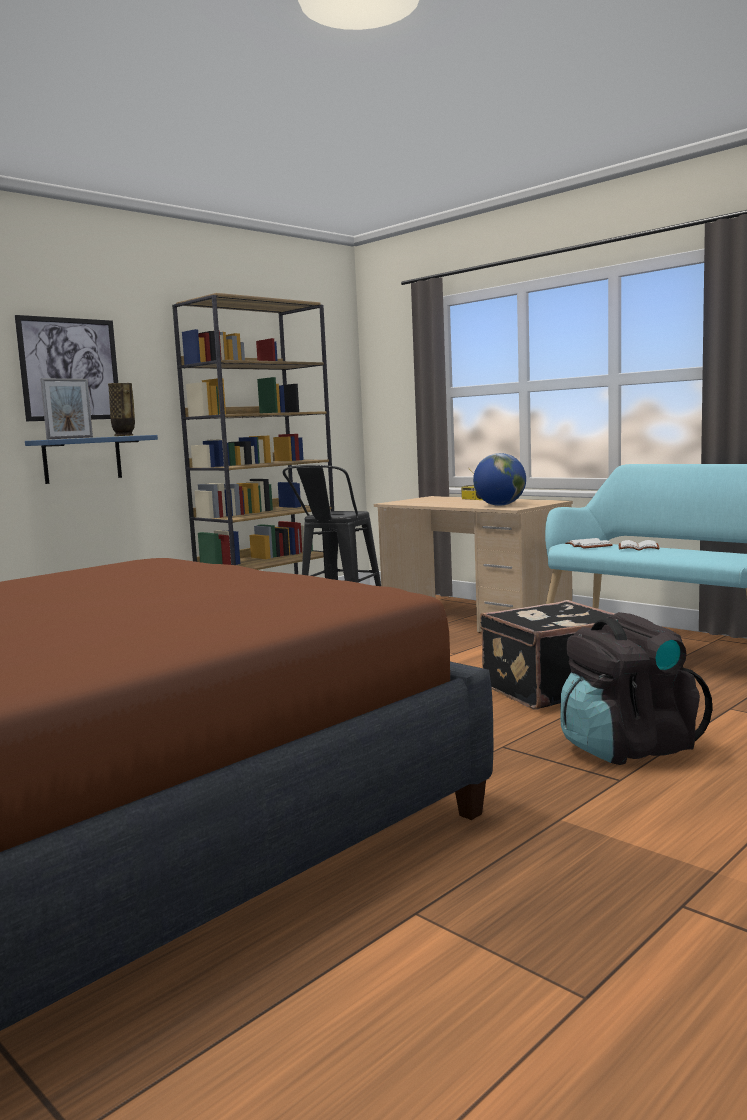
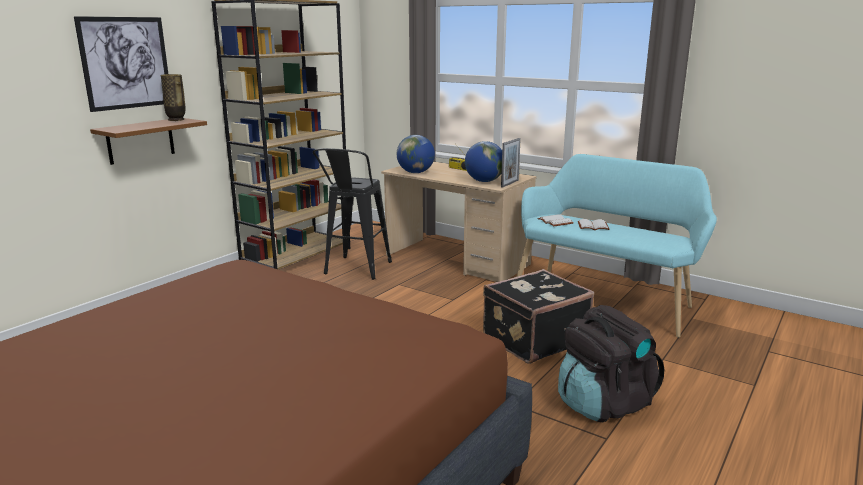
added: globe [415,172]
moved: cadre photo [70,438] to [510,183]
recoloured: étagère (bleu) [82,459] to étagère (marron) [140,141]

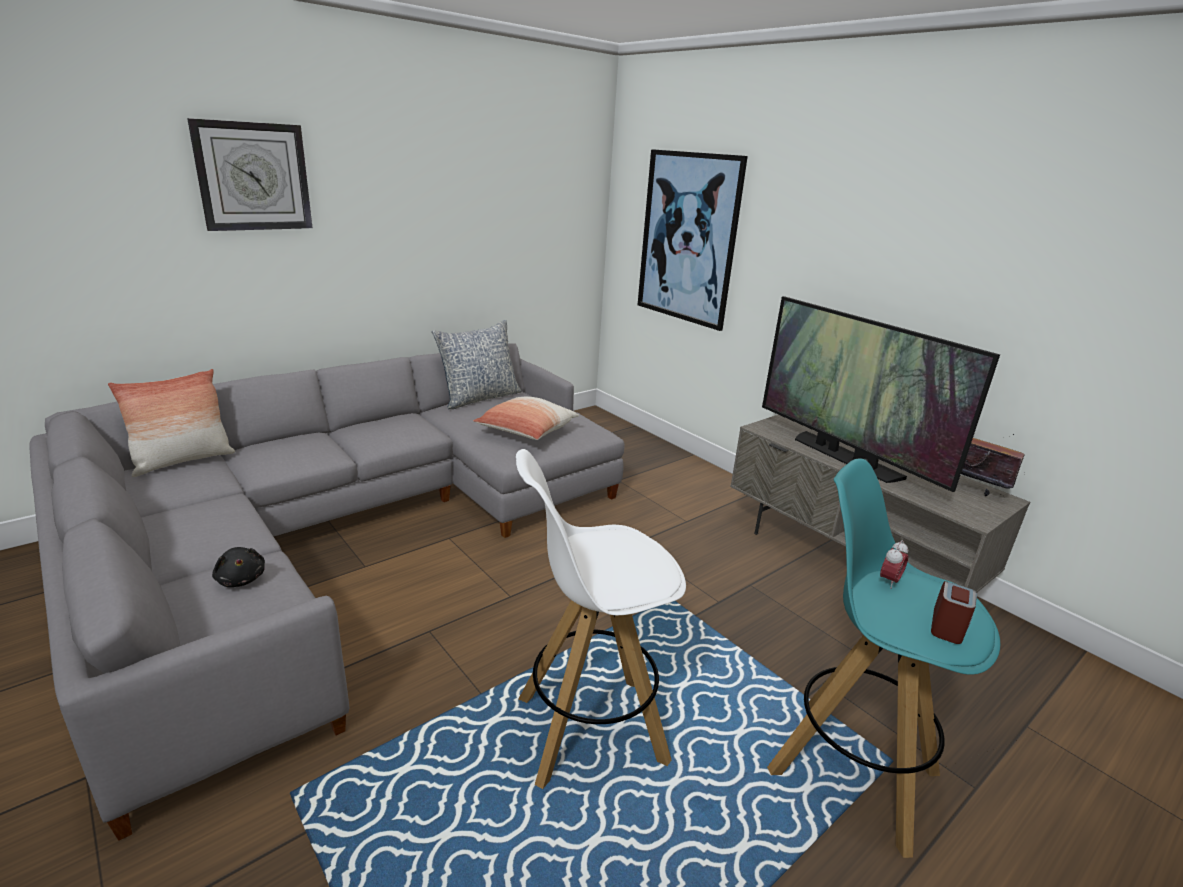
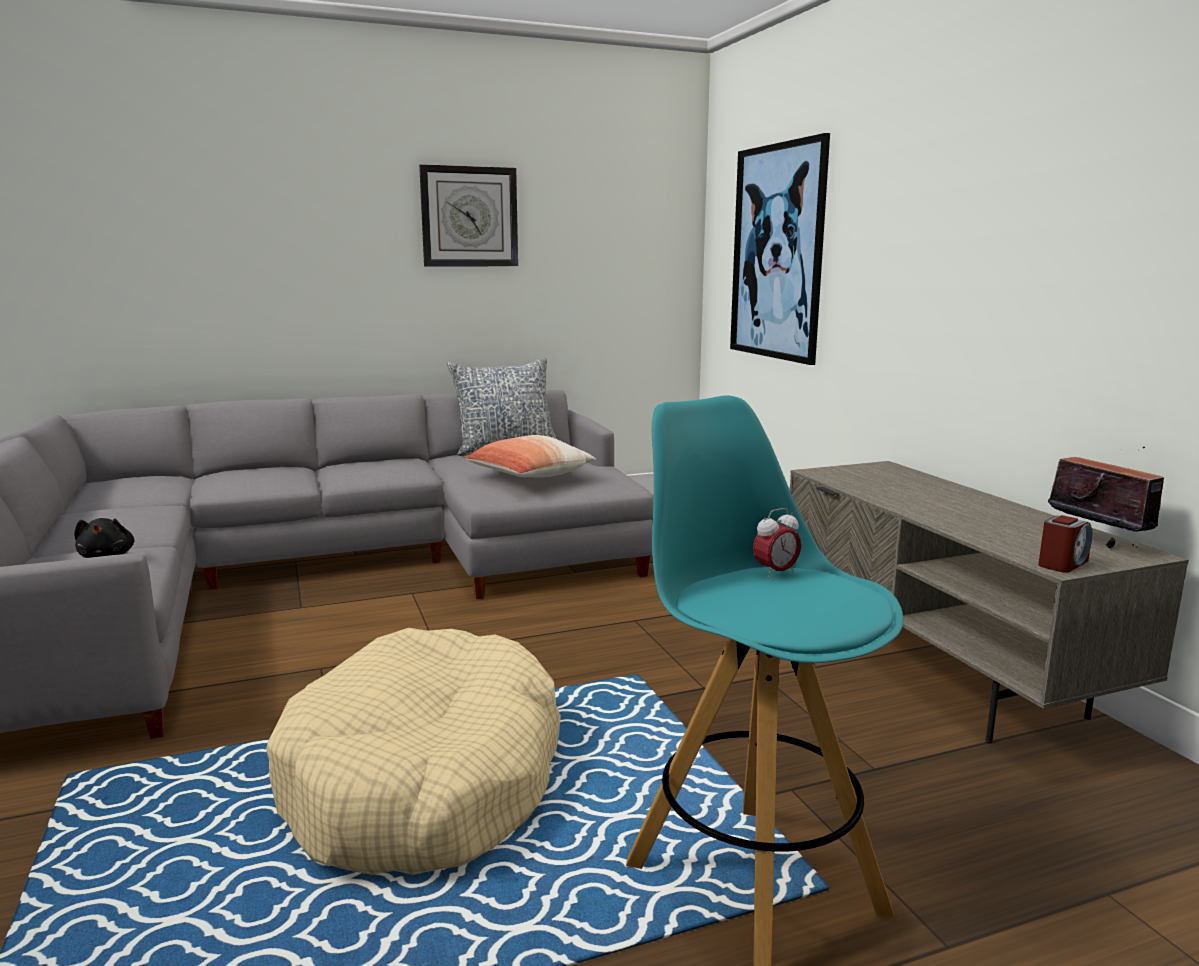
removed: coussin [183,461]; téléviseur [845,457]
moved: horloge murale [253,177] to [469,217]; réveil [948,626] to [1062,563]
replaced: tabouret (blanc) [588,730] to panier pour chien (beige) [425,781]

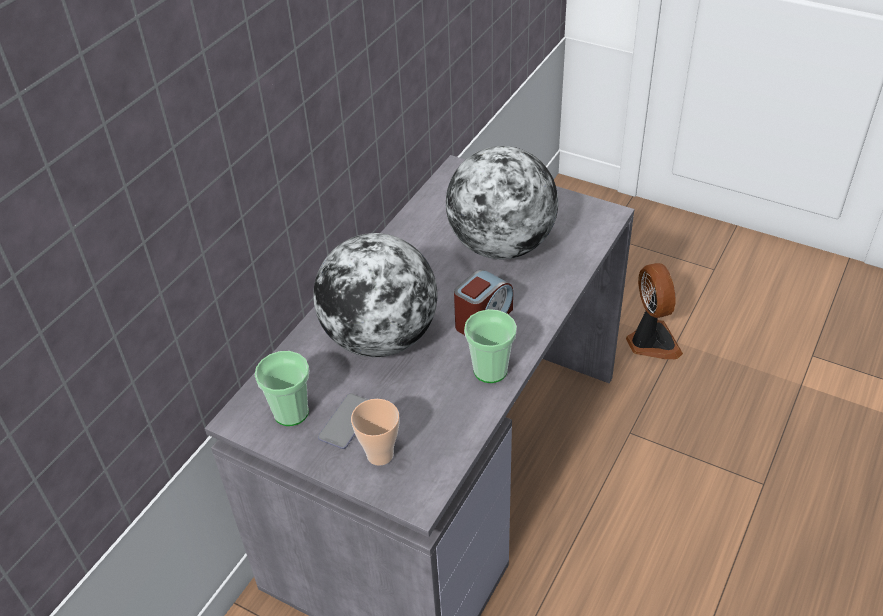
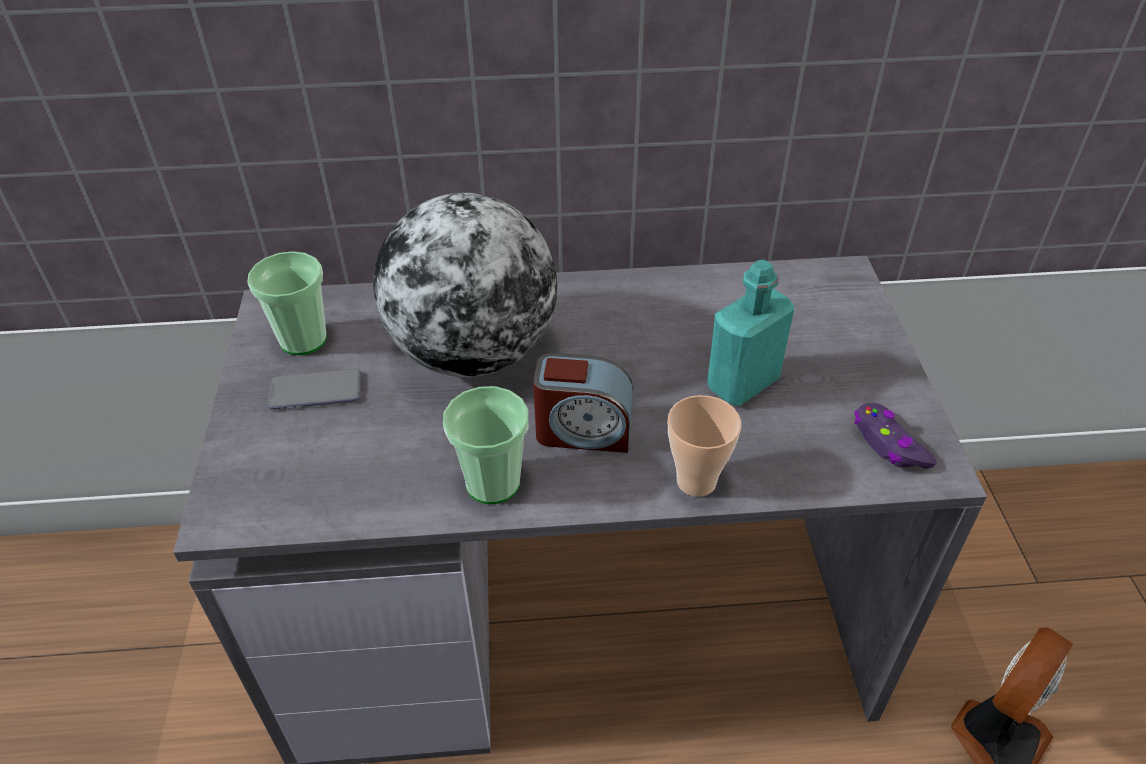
added: manette (violet) [888,444]
moved: tasse [380,454] to [696,481]
replaced: globe [501,246] to bouteille (turquoise) [742,383]

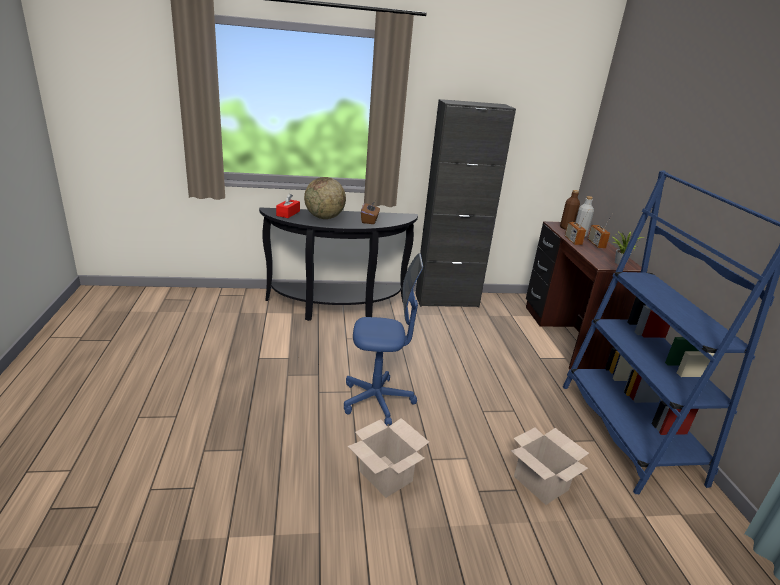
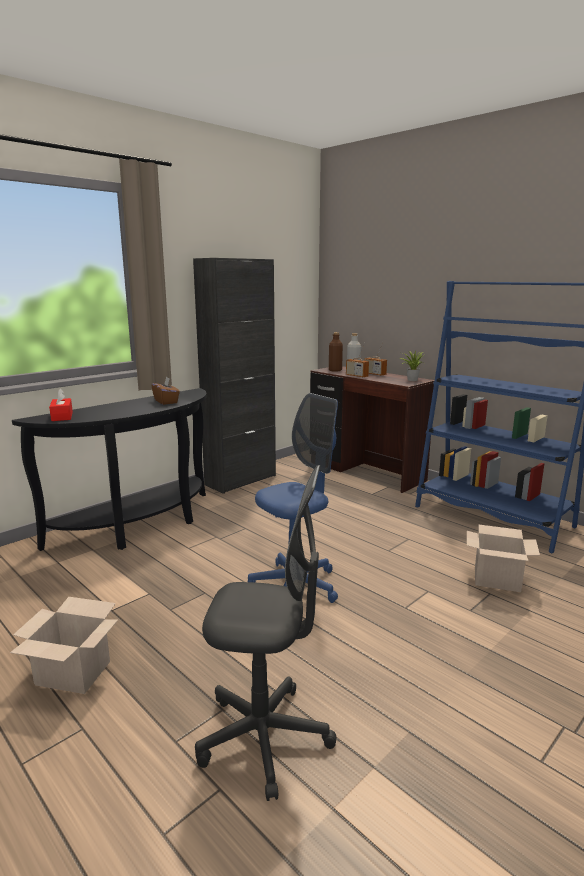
removed: globe [324,217]
added: chaise de bureau (gris) [264,737]
moved: carton [384,475] to [71,674]

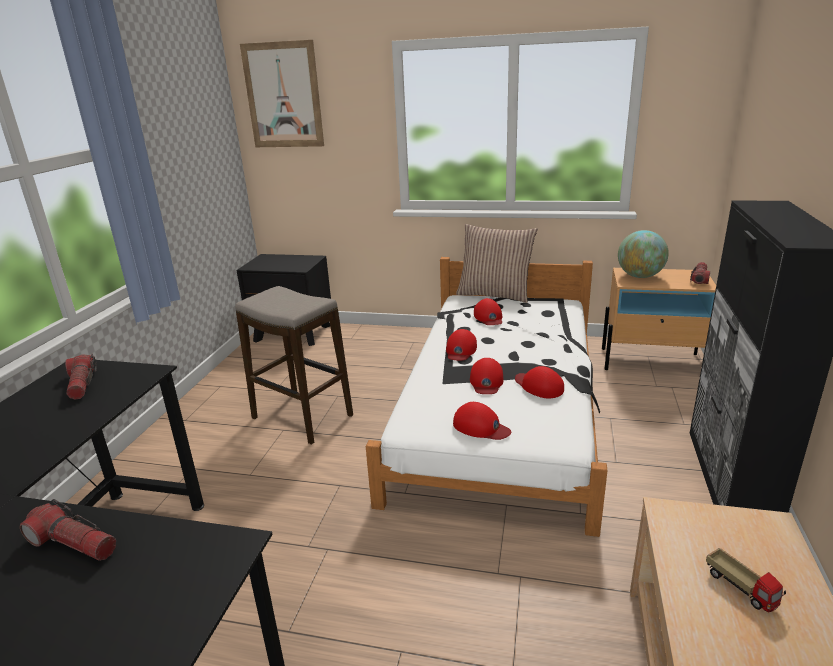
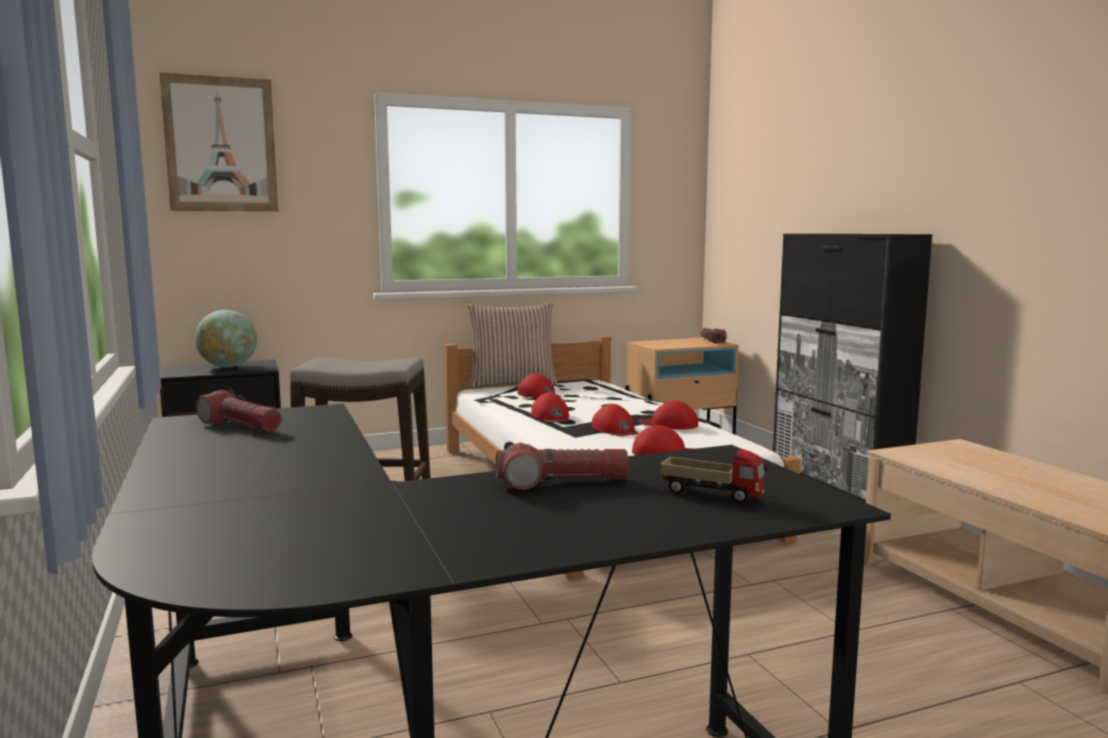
moved: globe [640,276] to [228,367]; camion jouet [741,588] to [712,494]

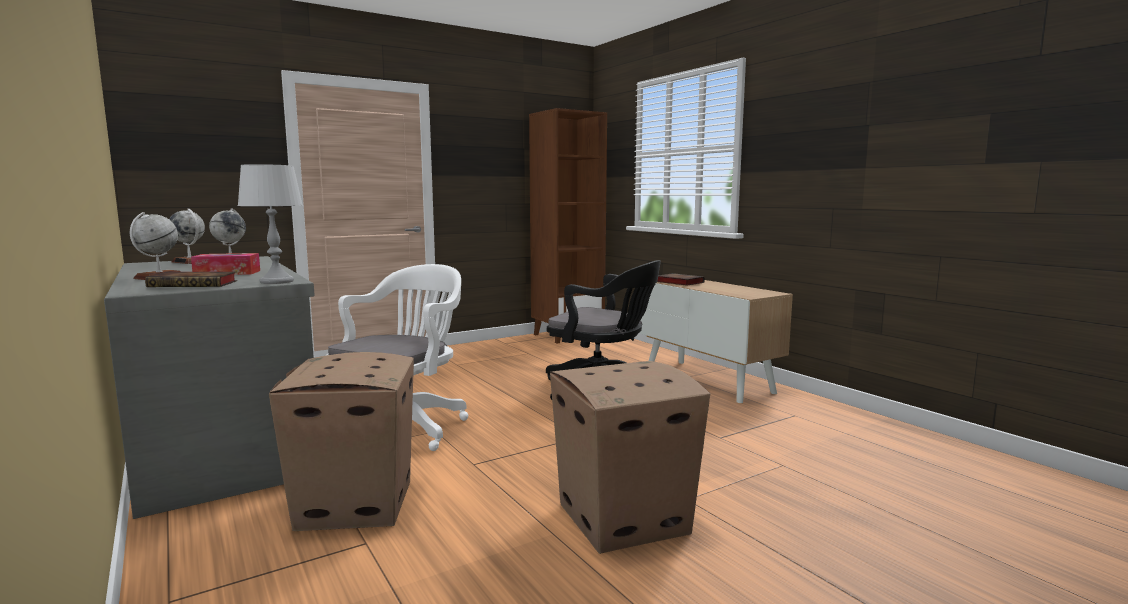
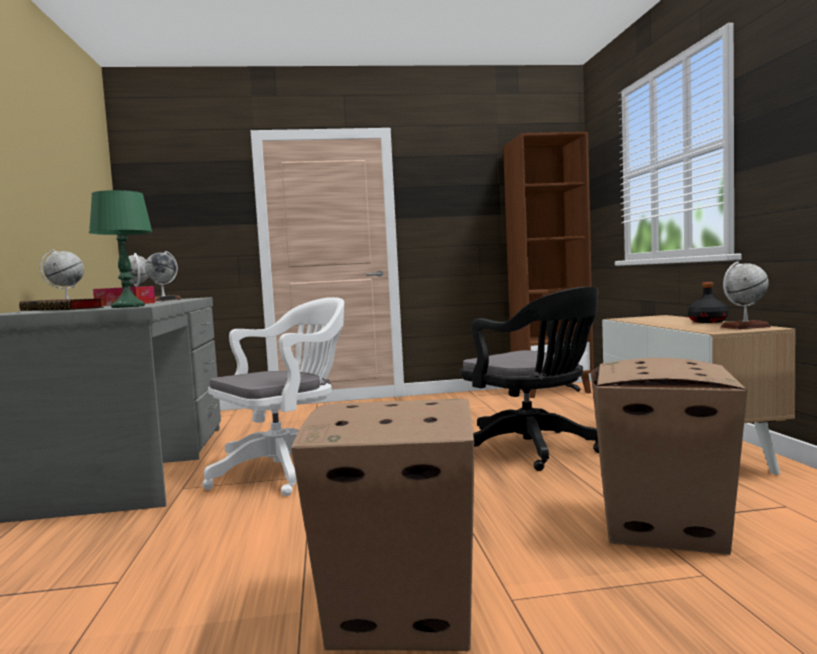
removed: livre [678,282]
added: bouteille (noir) [708,321]; globe [745,327]
moved: carton [355,505] to [664,527]
recoloured: lampe de table (gris) [276,281] to lampe de table (vert) [127,306]

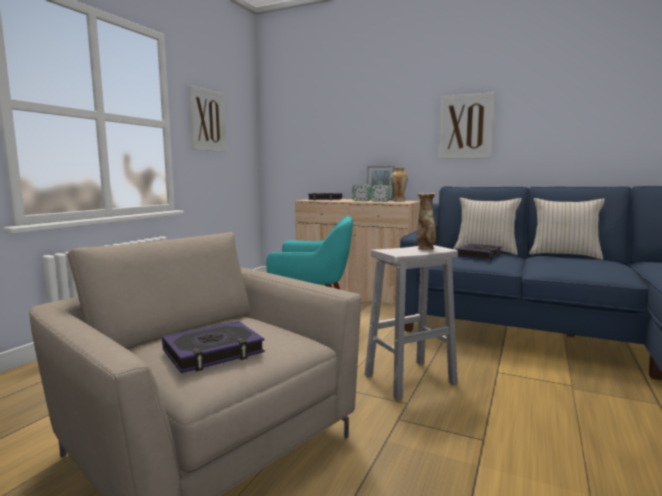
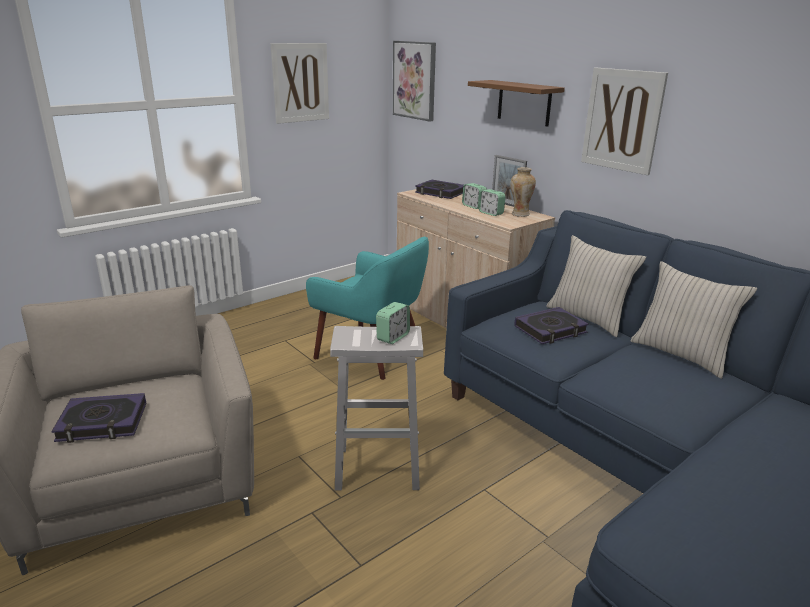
added: tableau [414,80]; étagère (marron) [524,103]
replaced: vase [425,248] to réveil [393,337]

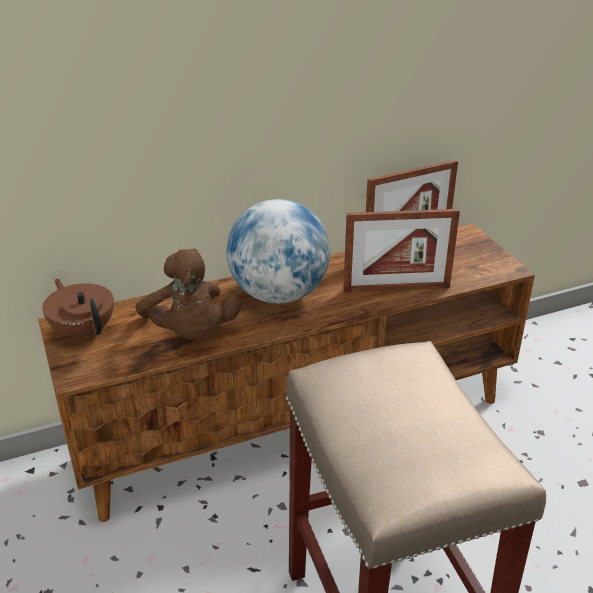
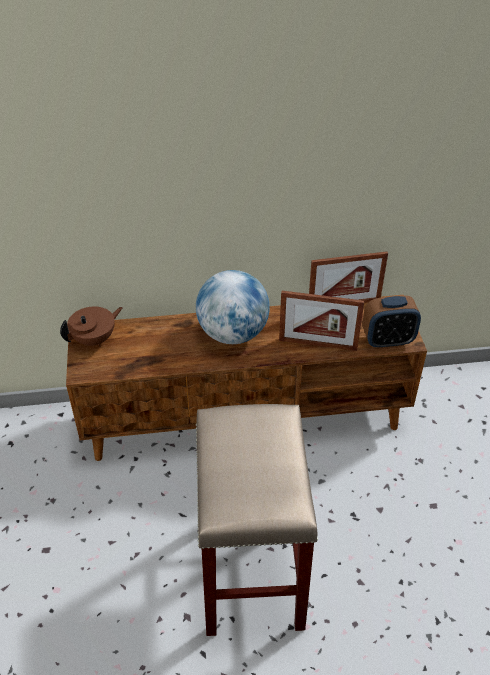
removed: peluche (marron) [191,334]
added: réveil [387,340]
turned: théière (marron) [83,331] = [95,339] 75 degrees clockwise

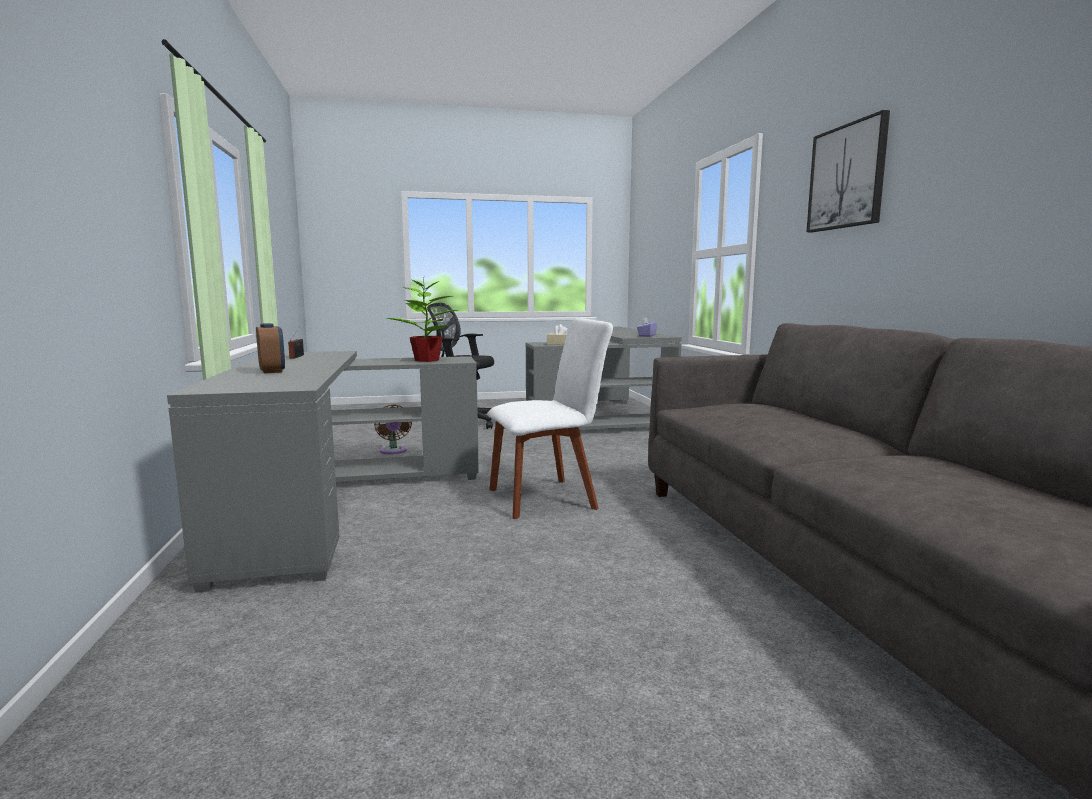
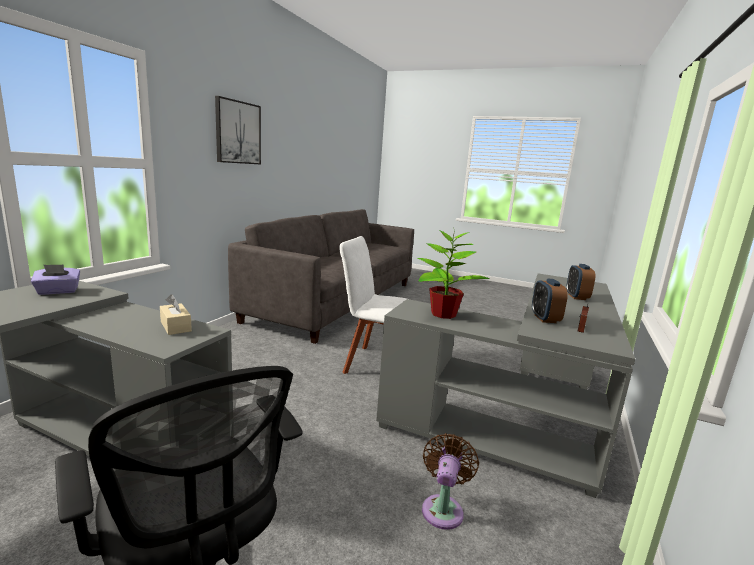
added: réveil [545,319]

